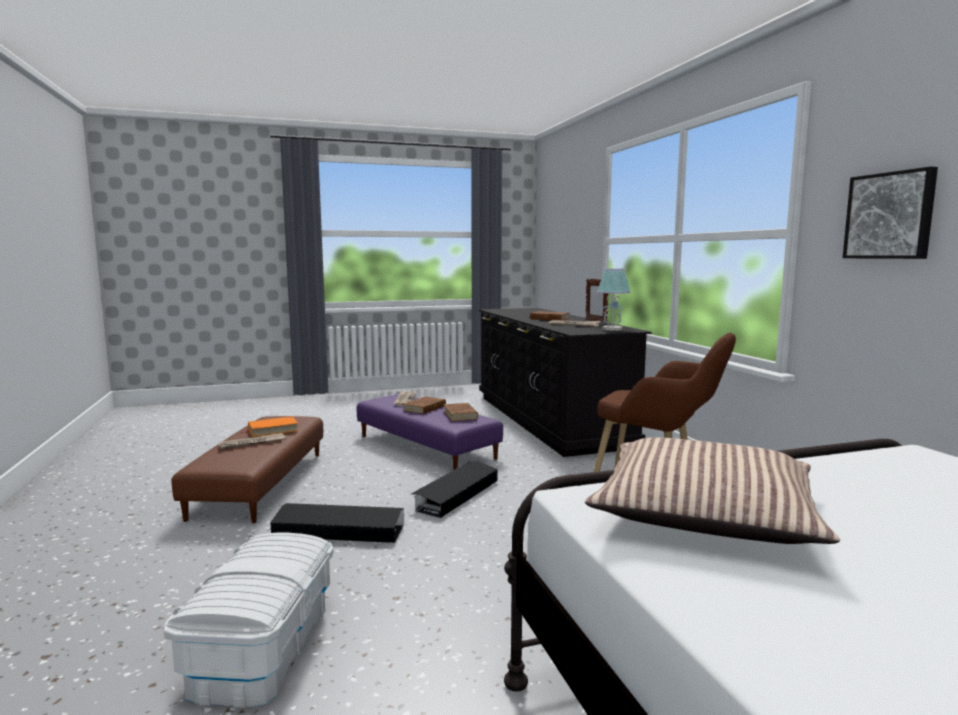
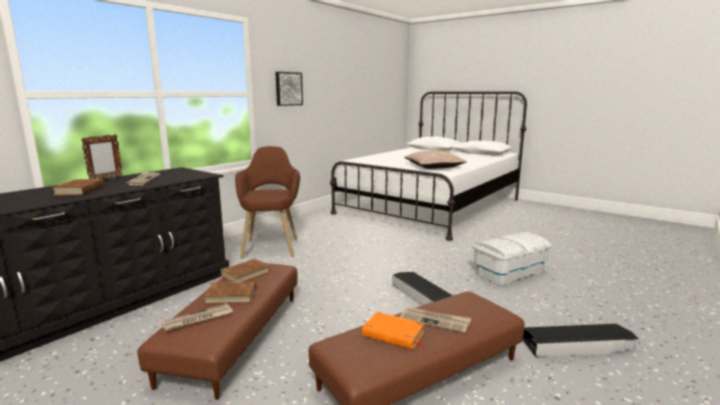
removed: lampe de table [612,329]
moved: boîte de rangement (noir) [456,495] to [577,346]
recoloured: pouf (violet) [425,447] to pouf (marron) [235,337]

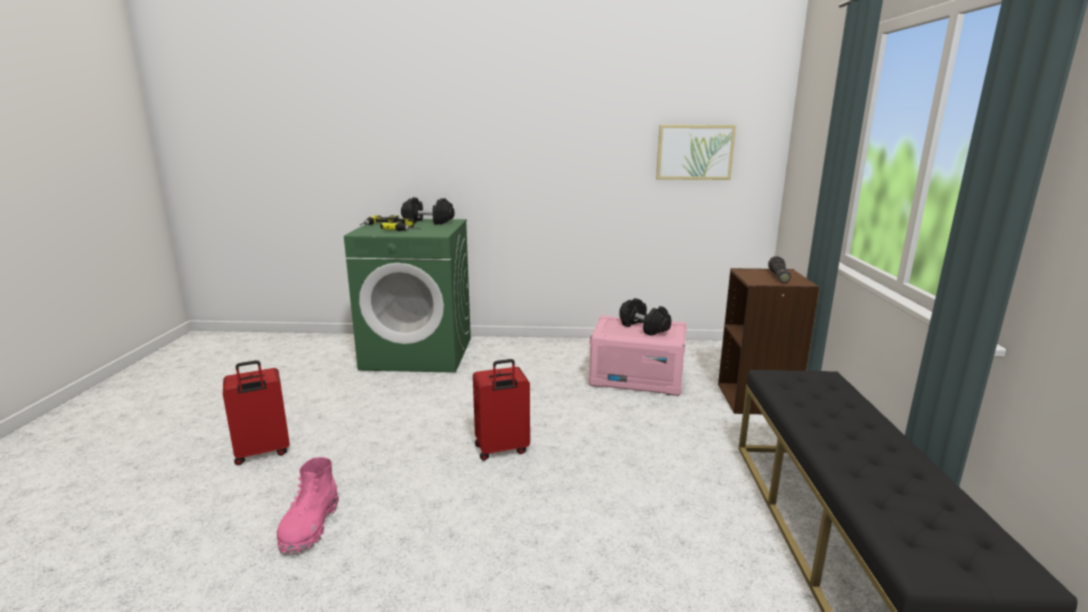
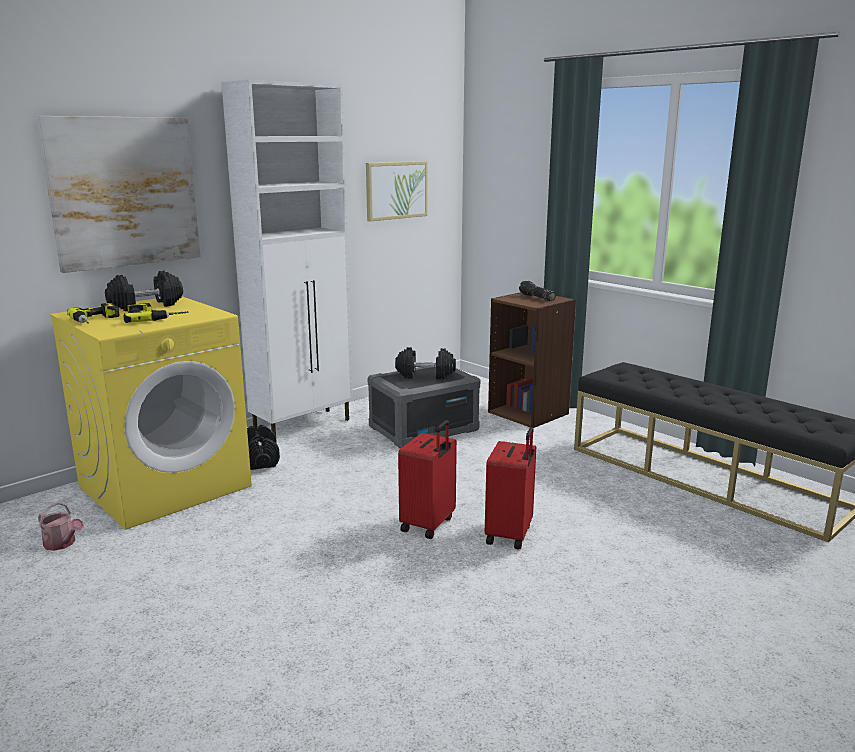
removed: botte (rose) [310,527]
added: tableau [124,192]; arrosoir [62,544]; meuble de rangement (blanc) [303,425]; haltère (noir) [261,459]
moved: valise (rouge) [262,453] to [510,535]
recoloured: lave-linge (vert) [419,353] to lave-linge (jaune) [165,485]; boîte de rangement (rose) [637,378] to boîte de rangement (gris) [423,428]

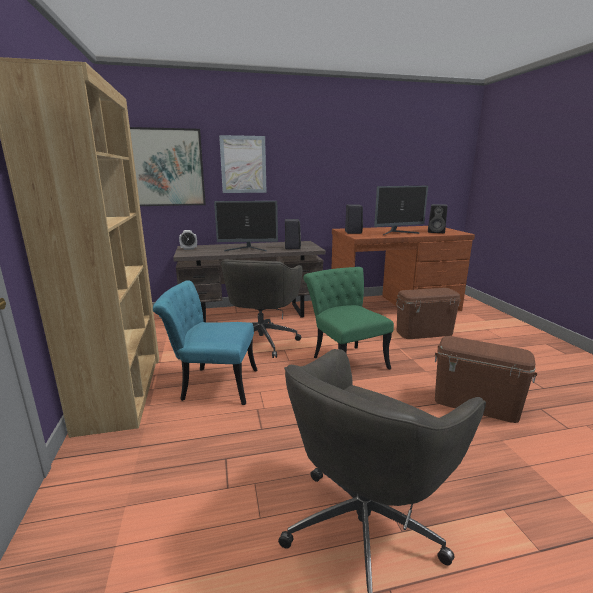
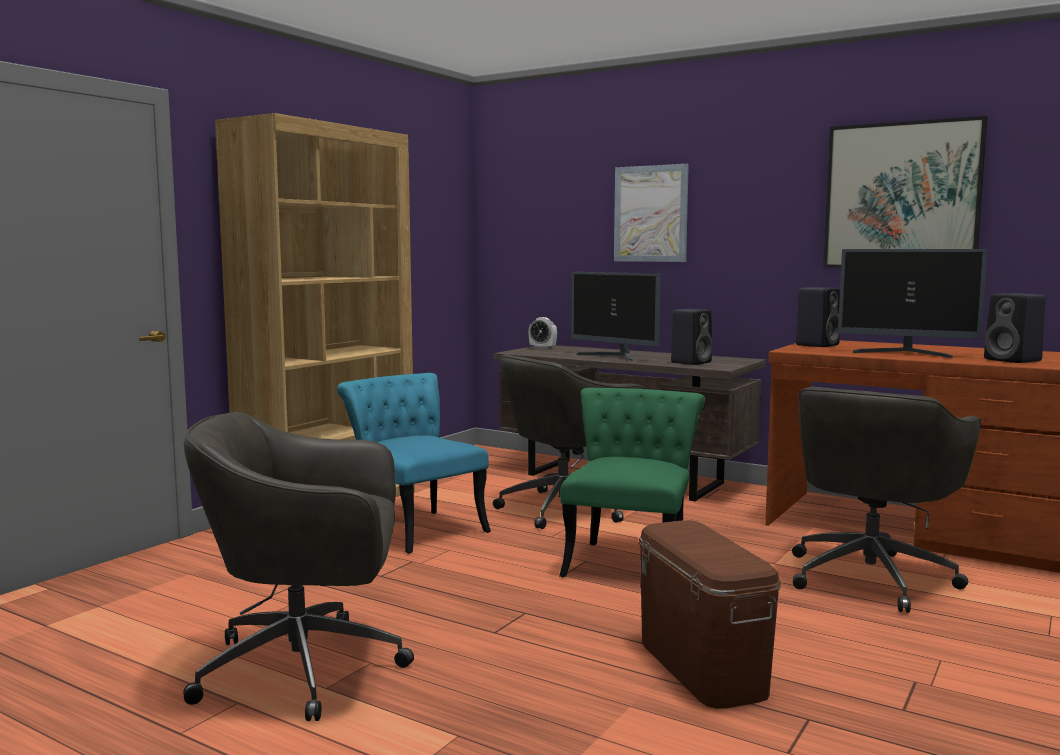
moved: tableau [165,168] to [902,196]
replaced: boîte de rangement (marron) [424,332] to chaise de bureau (gris) [871,576]

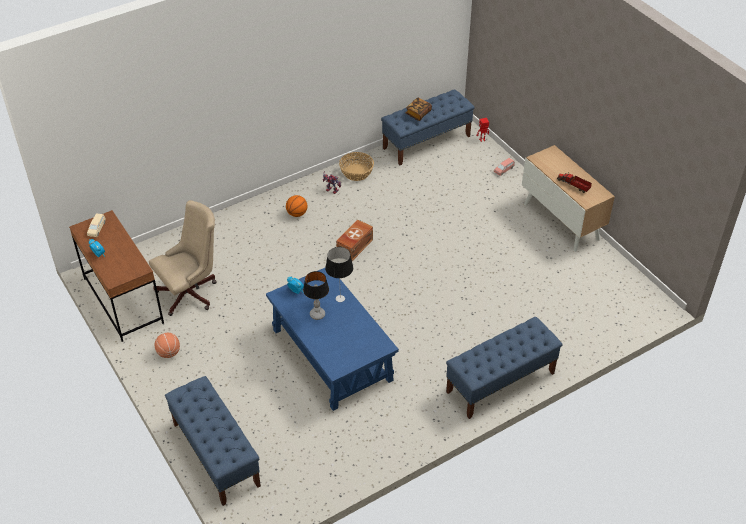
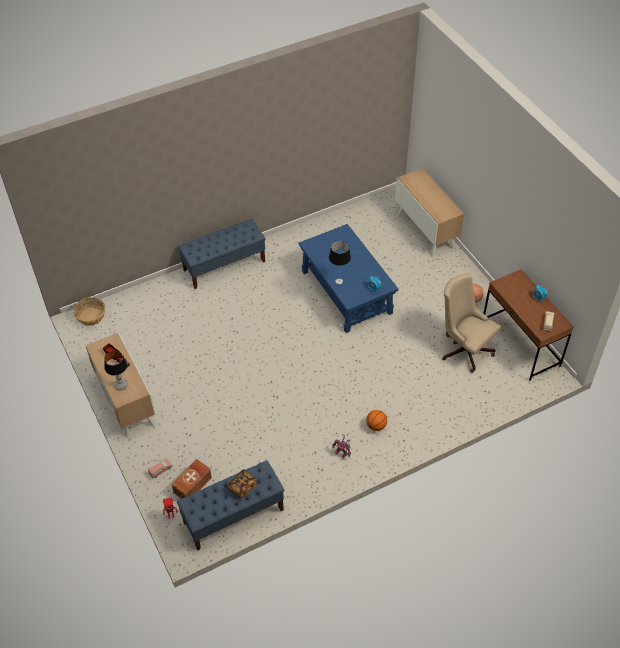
moved: panier [357,172] to [90,316]; lampe de table [317,315] to [120,385]; boîte de rangement (marron) [354,247] to [193,485]
replaced: banc (bleu) [215,454] to meuble de rangement [426,231]
turned: chaise de bureau (beige) [191,293] = [464,348] 75 degrees clockwise

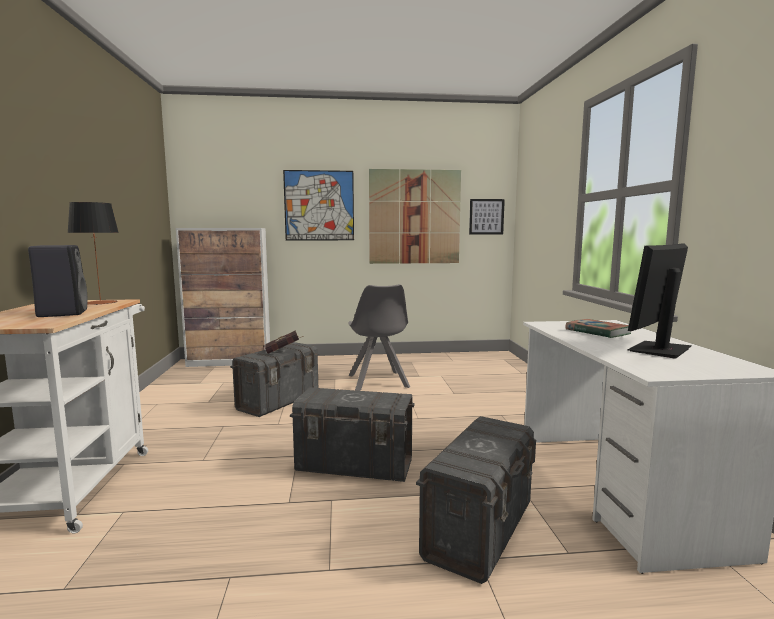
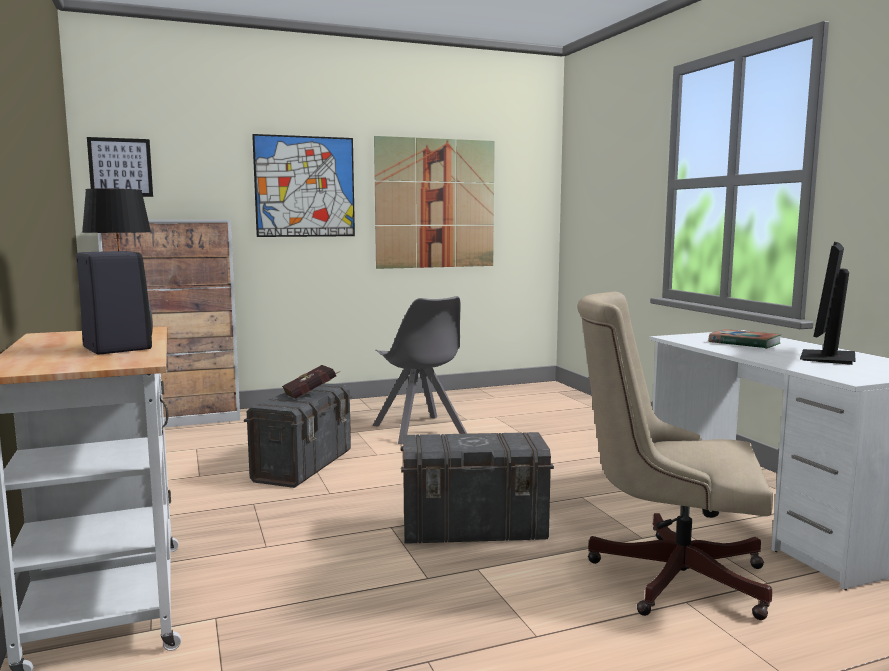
moved: tableau [486,216] to [120,167]
replaced: boîte de rangement (gris) [480,529] to chaise de bureau (beige) [666,575]

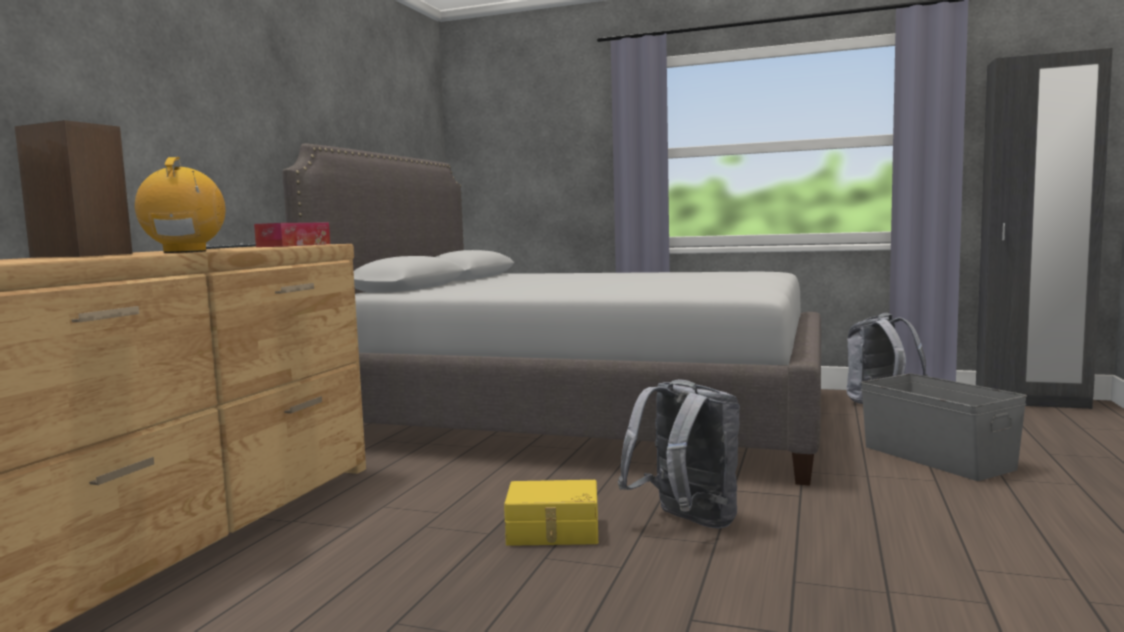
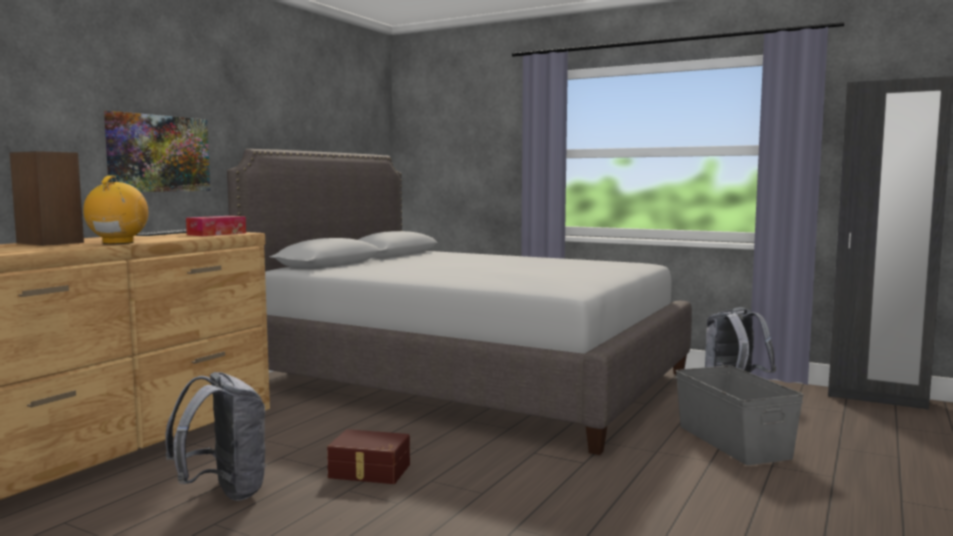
added: tableau [158,153]
moved: sac à dos (gris) [686,522] to [224,492]
recoloured: boîte de rangement (jaune) [553,532] to boîte de rangement (marron) [369,472]

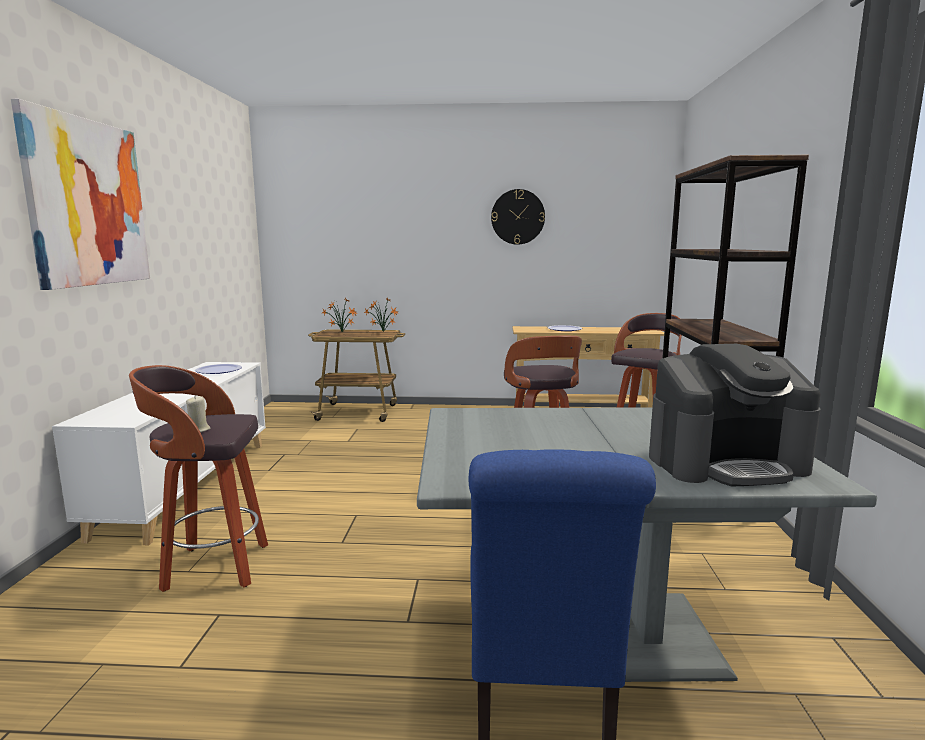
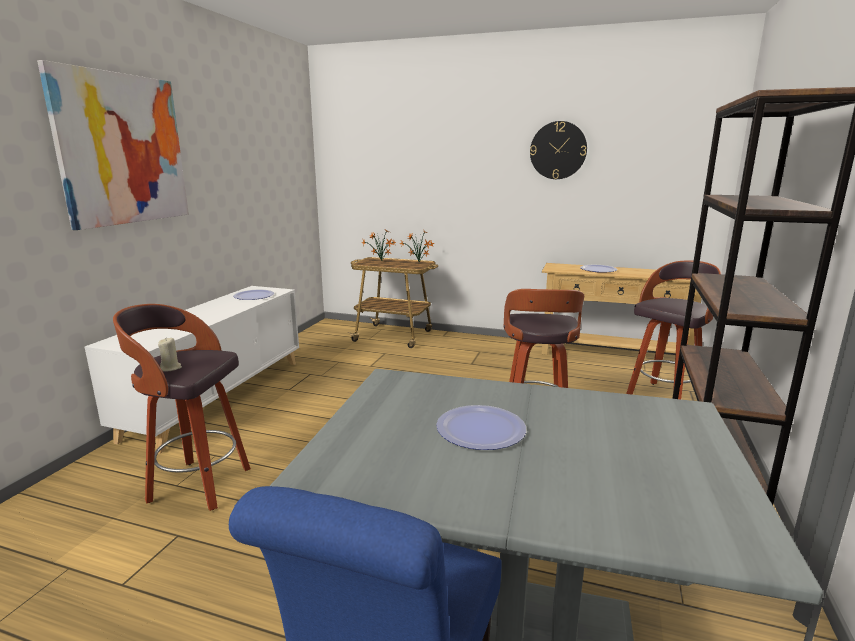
removed: machine à café [726,462]
added: assiette [480,429]

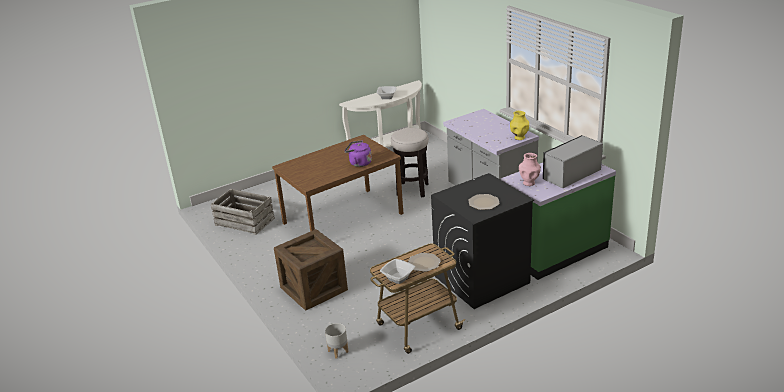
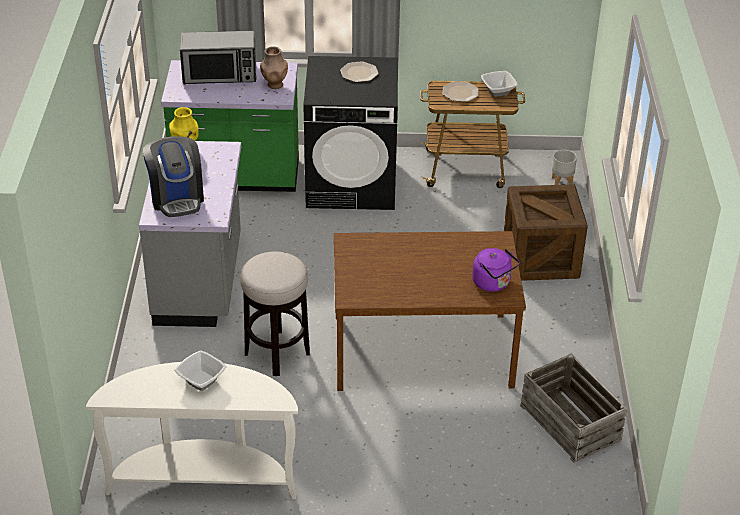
added: machine à café [176,197]
moved: bouilloire (violet) [359,163] to [493,283]
recoloured: vase (rose) [529,183] to vase (marron) [274,85]

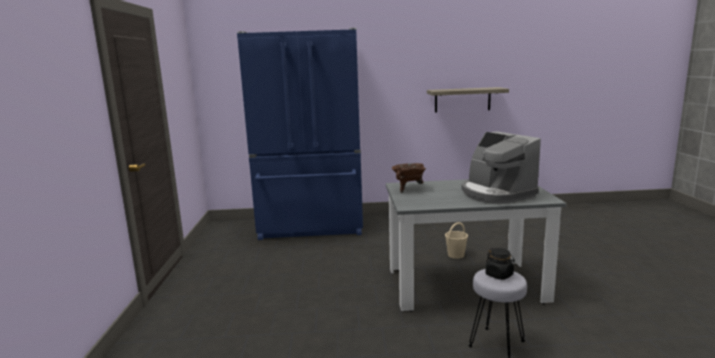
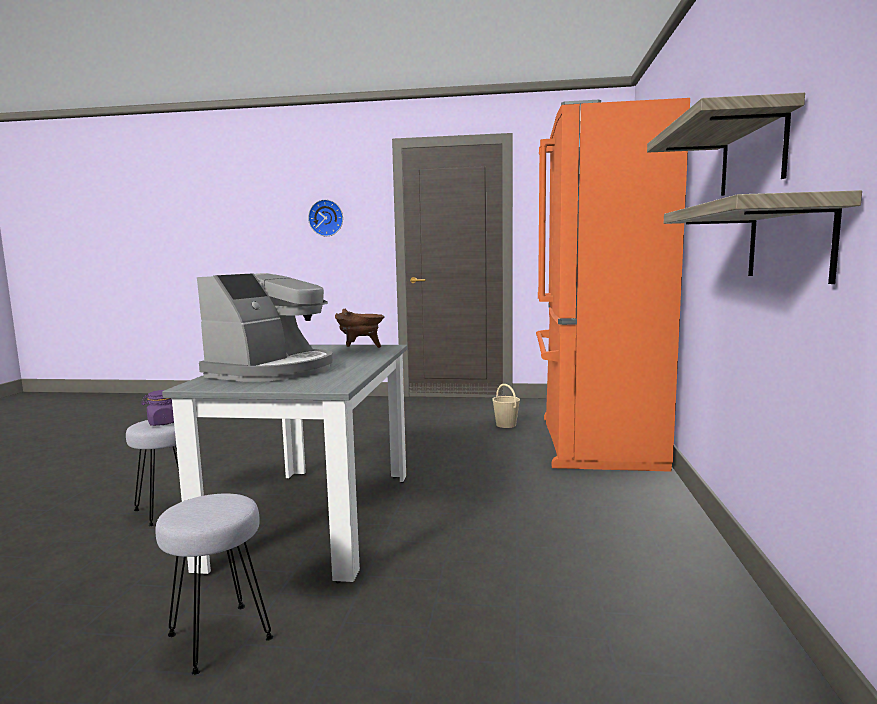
added: tabouret (gris) [218,638]; horloge murale [326,218]; étagère [752,154]
moved: seau (beige) [455,255] to [505,425]
recoloured: bocal (noir) [499,275] to bocal (violet) [163,423]; réfrigérateur (bleu) [311,227] to réfrigérateur (orange) [594,442]
turned: machine à café [496,193] = [273,370] 135 degrees clockwise

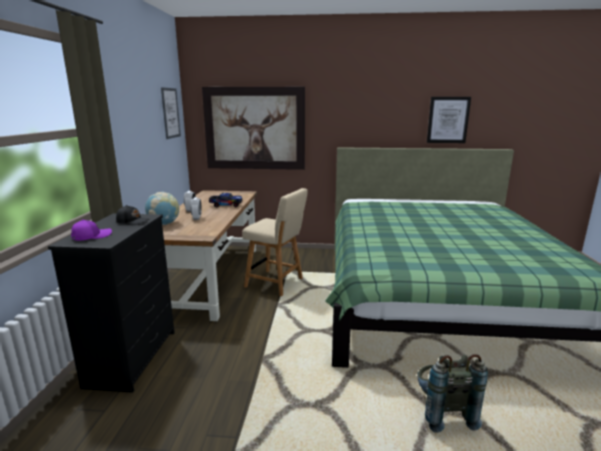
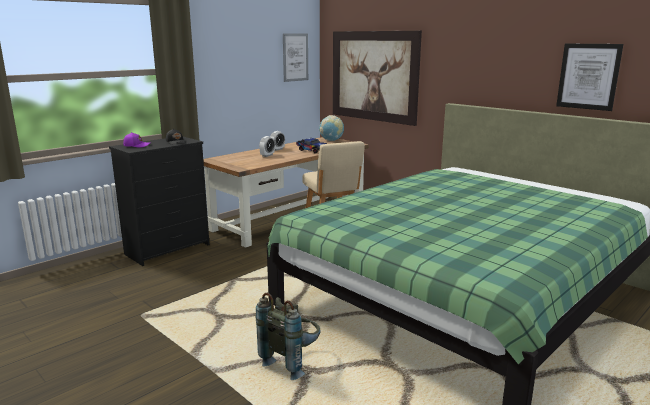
moved: globe [164,224] to [331,140]

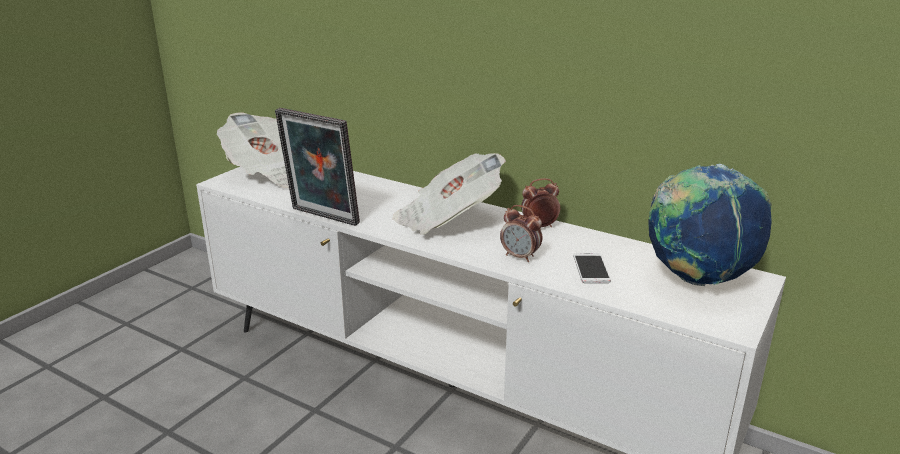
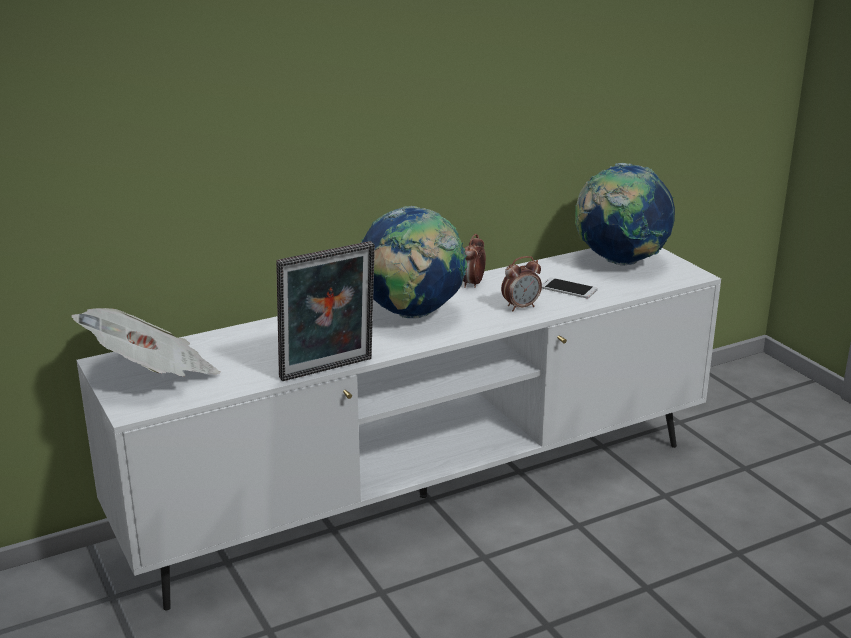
replaced: journal [447,219] to globe [411,315]

